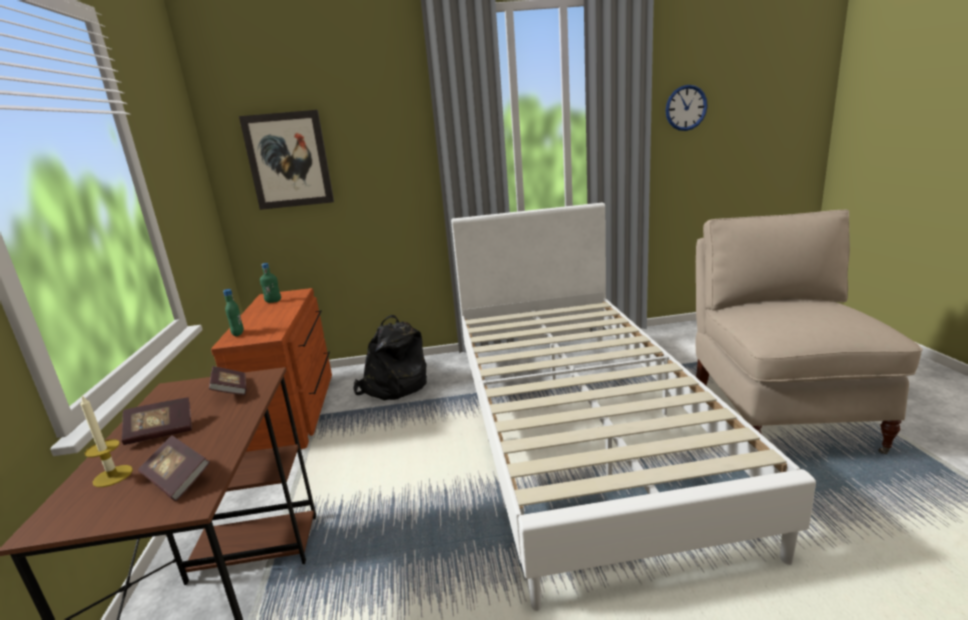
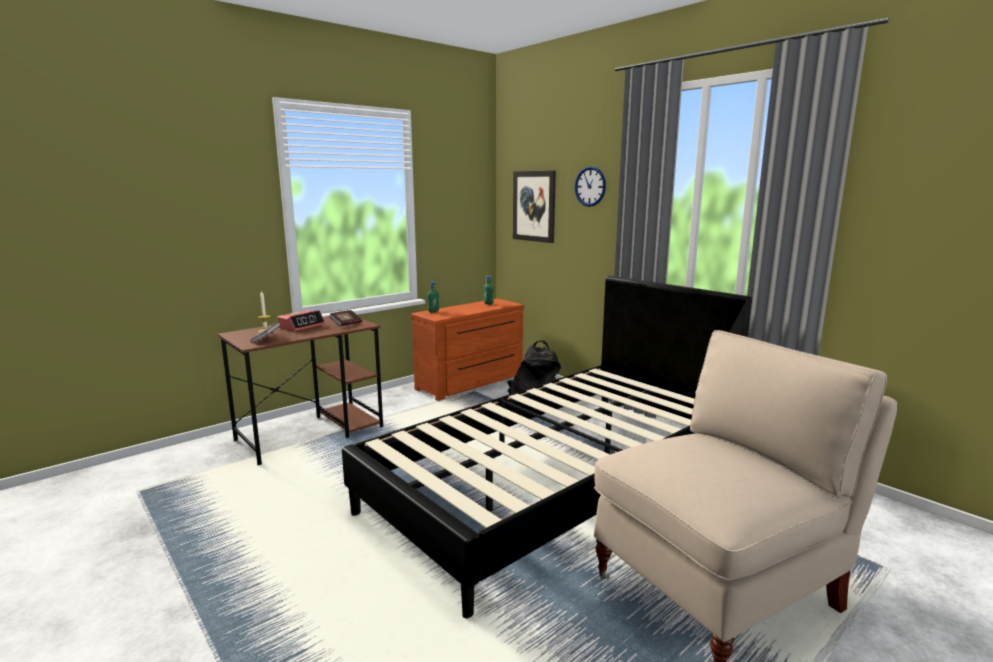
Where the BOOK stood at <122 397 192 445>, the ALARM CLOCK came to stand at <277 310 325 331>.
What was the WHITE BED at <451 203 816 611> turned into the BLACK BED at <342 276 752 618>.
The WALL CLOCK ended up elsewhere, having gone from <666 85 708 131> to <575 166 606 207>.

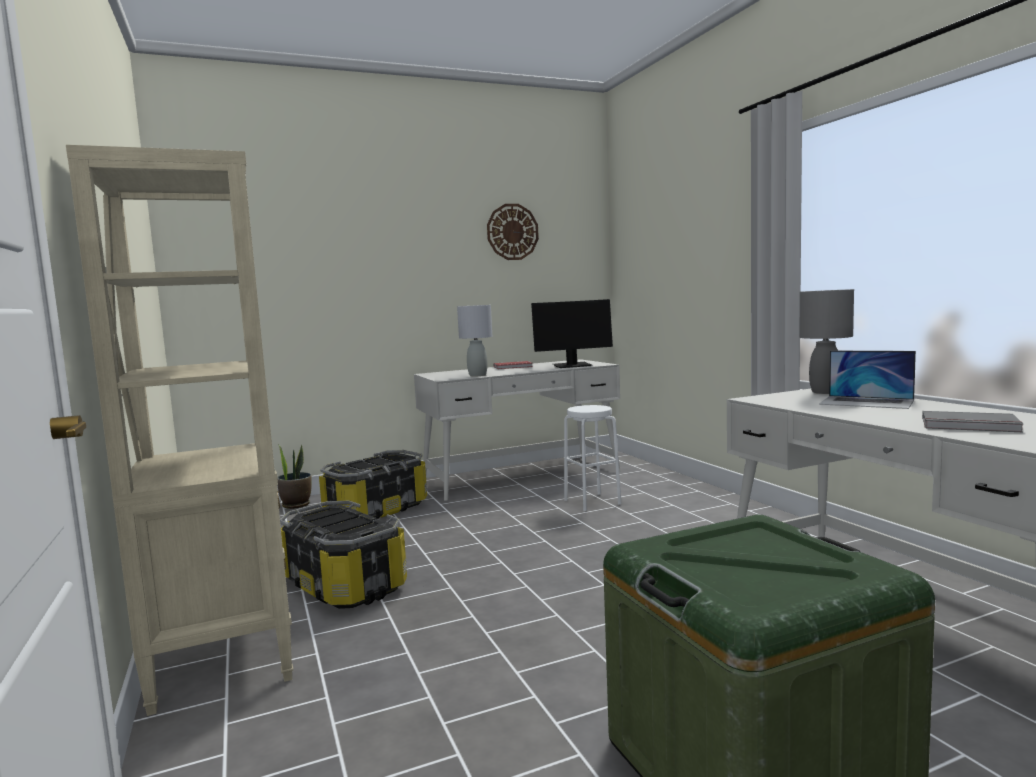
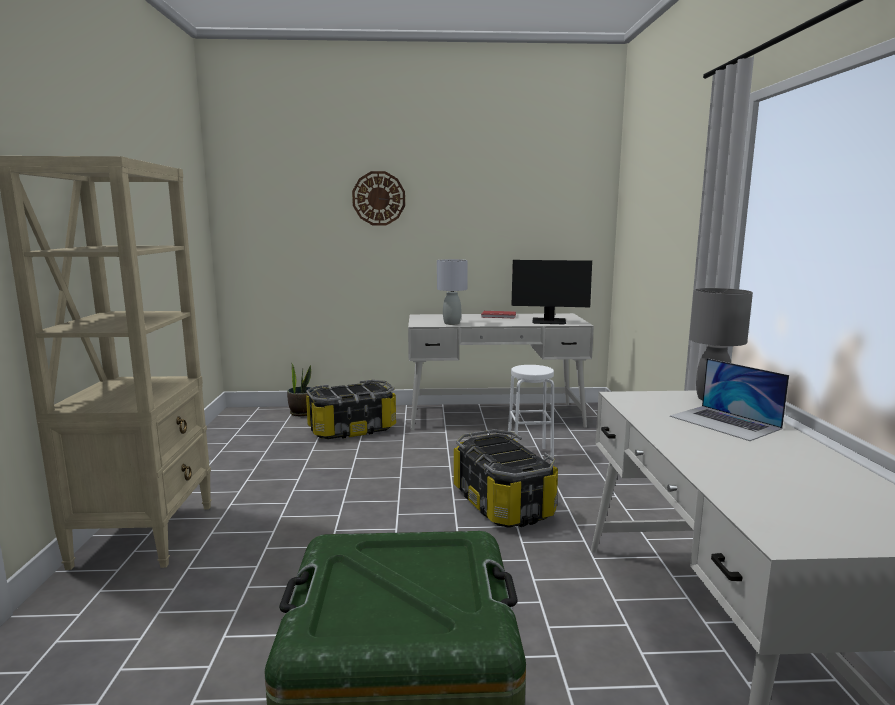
The WALL CLOCK ended up elsewhere, having gone from <487 204 539 260> to <352 171 405 225>.
The STORAGE BOX ended up elsewhere, having gone from <280 501 407 609> to <454 429 558 528>.
The second view lost the GREY BOOK at <922 411 1023 432>.

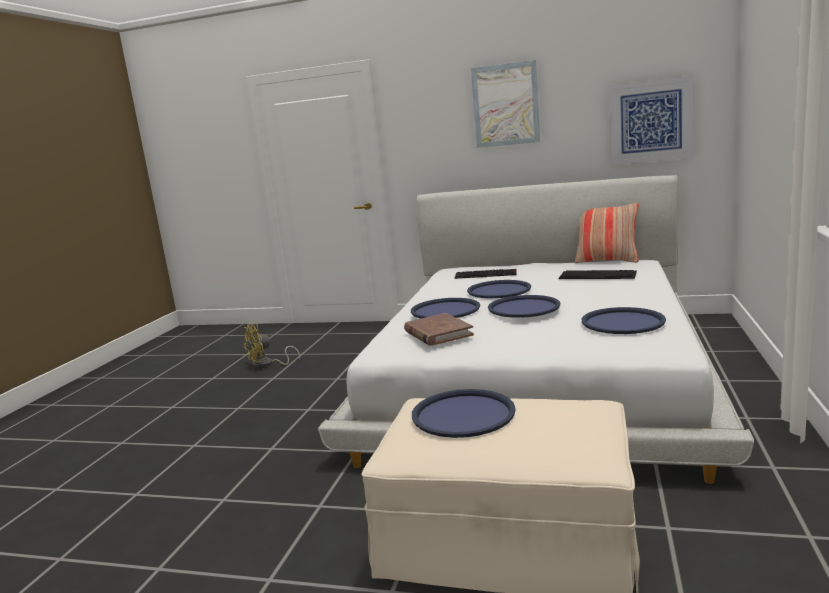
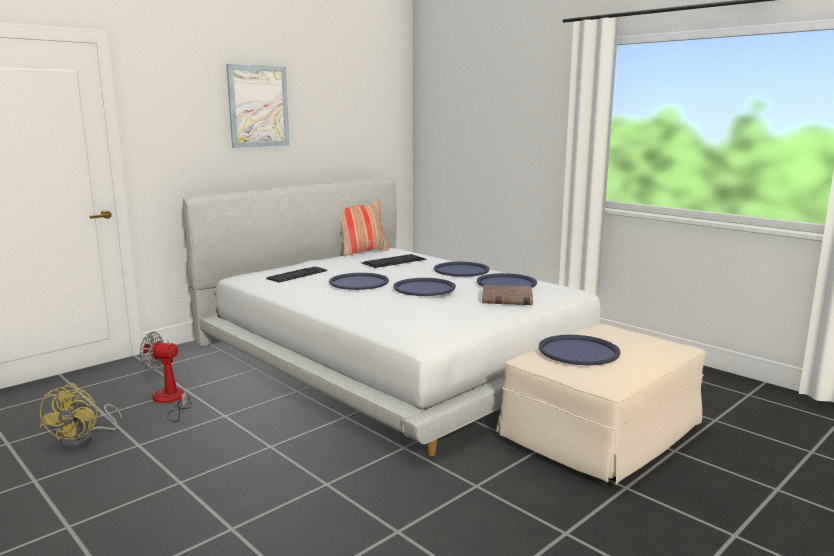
The second view gained the FAN at <140 332 193 422>.
The BLUE TRAY ended up elsewhere, having gone from <411 298 480 319> to <434 262 489 277>.
The BROWN BOOK ended up elsewhere, having gone from <404 313 474 346> to <482 285 533 305>.
The second view lost the PICTURE at <609 76 694 165>.

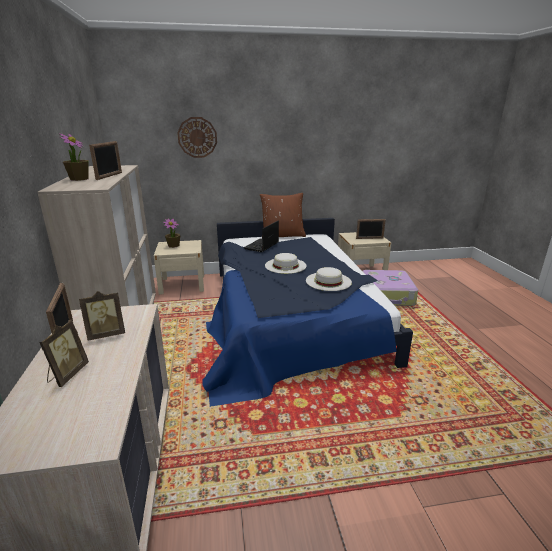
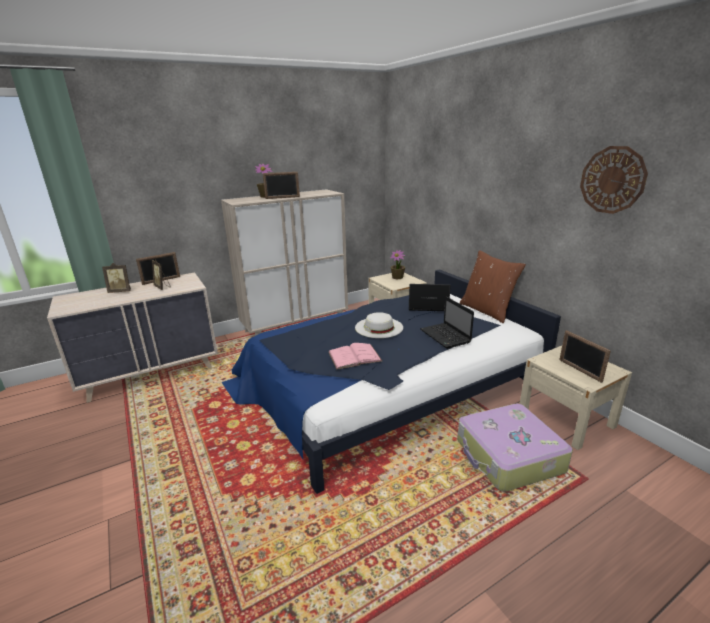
Where the WHITE HAT stood at <306 267 352 291>, the PINK BOOK came to stand at <329 343 382 370>.
The second view gained the LAPTOP at <420 296 474 349>.
The WALL CLOCK ended up elsewhere, having gone from <177 117 217 158> to <580 146 648 214>.

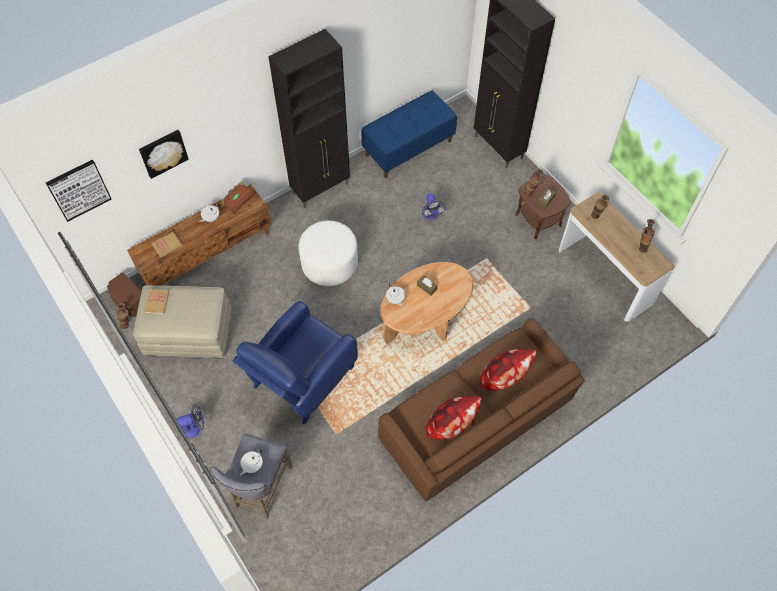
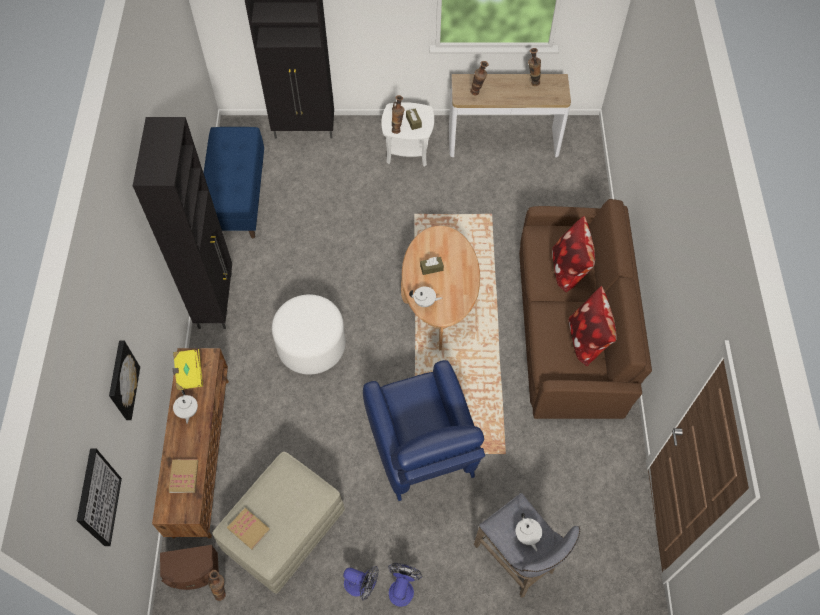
What was the BROWN BOOK at <221 181 254 214> turned into the YELLOW BOOK at <173 349 203 390>.
The FAN ended up elsewhere, having gone from <422 193 446 220> to <343 566 379 601>.
What was the BROWN SIDE TABLE at <515 175 571 239> turned into the WHITE SIDE TABLE at <381 102 434 166>.

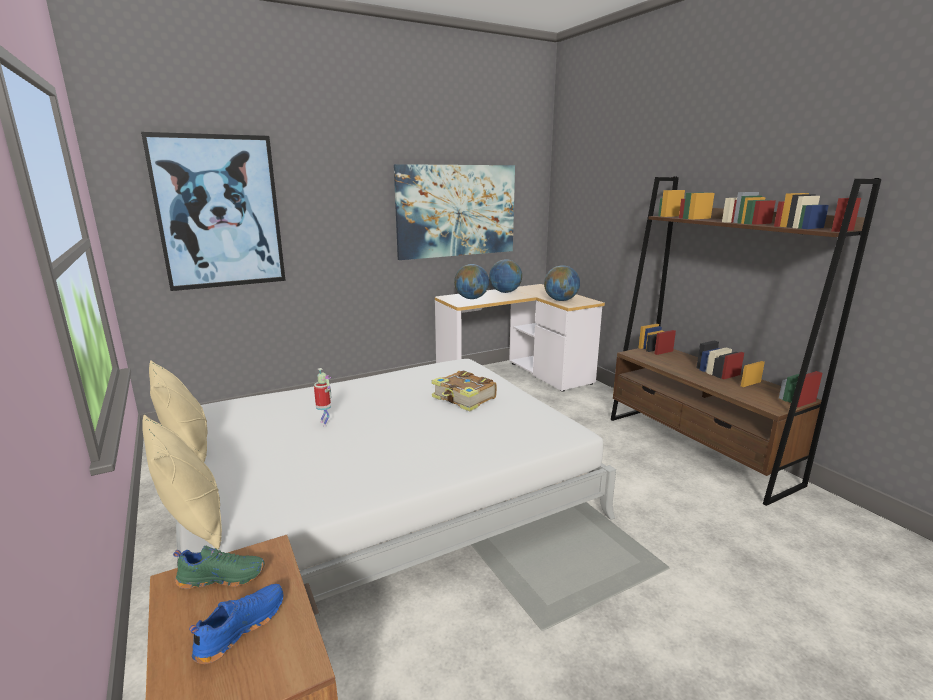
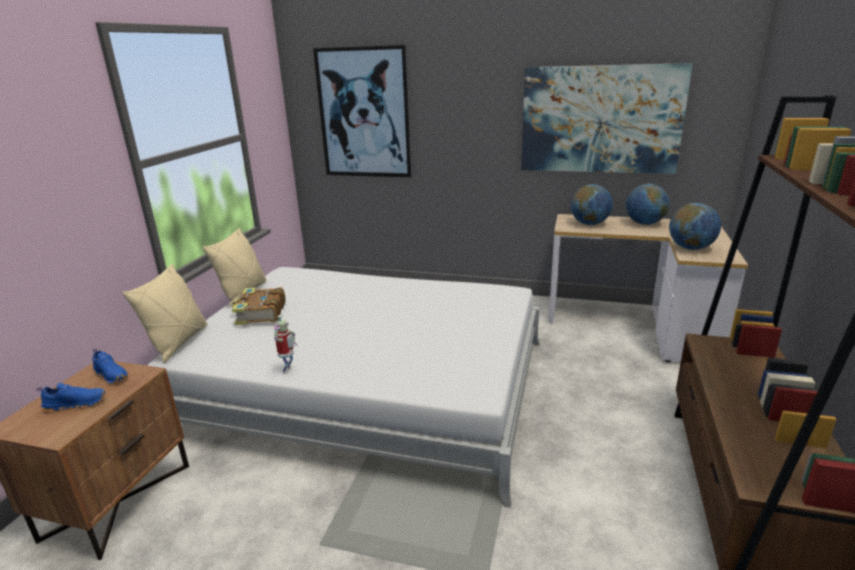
What was the GREEN SHOE at <173 546 265 589> turned into the BLUE SHOE at <93 348 128 384>.
The BOOK ended up elsewhere, having gone from <432 370 497 412> to <230 287 286 325>.
The TOY ROBOT ended up elsewhere, having gone from <314 368 331 427> to <274 315 297 374>.

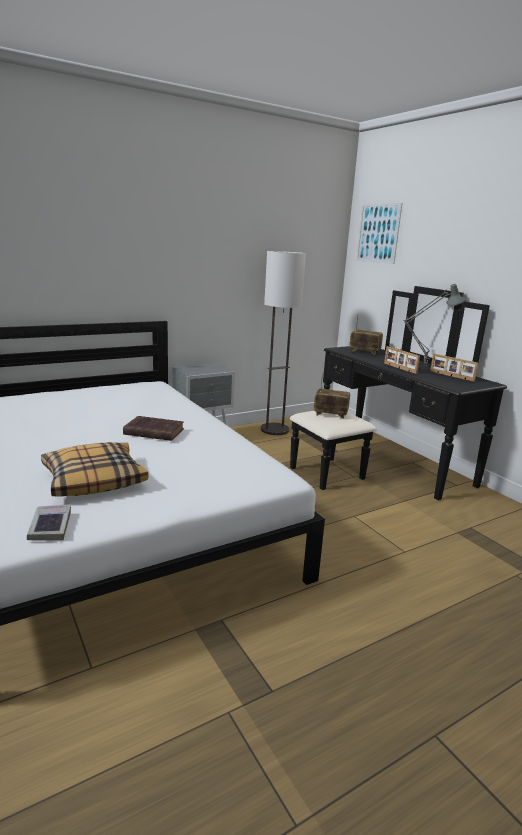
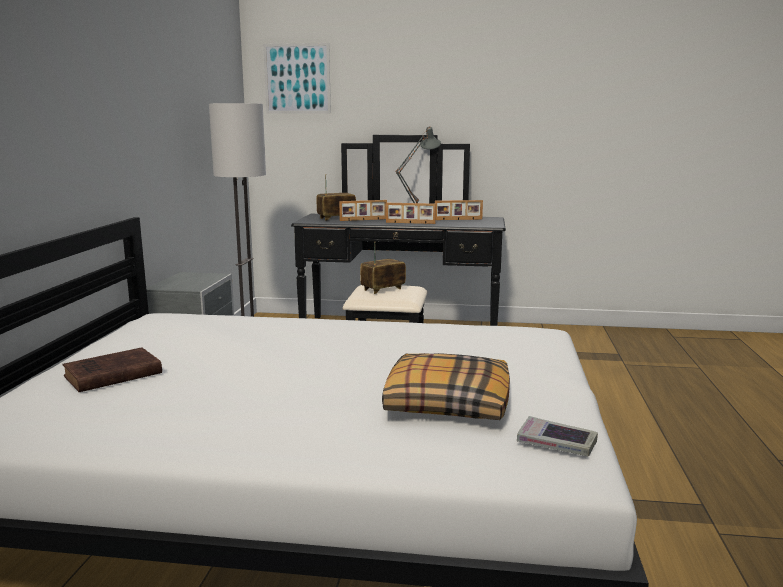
The BROWN BOOK ended up elsewhere, having gone from <123 416 184 441> to <62 347 162 392>.
The second view gained the PICTURE FRAME at <339 200 387 221>.

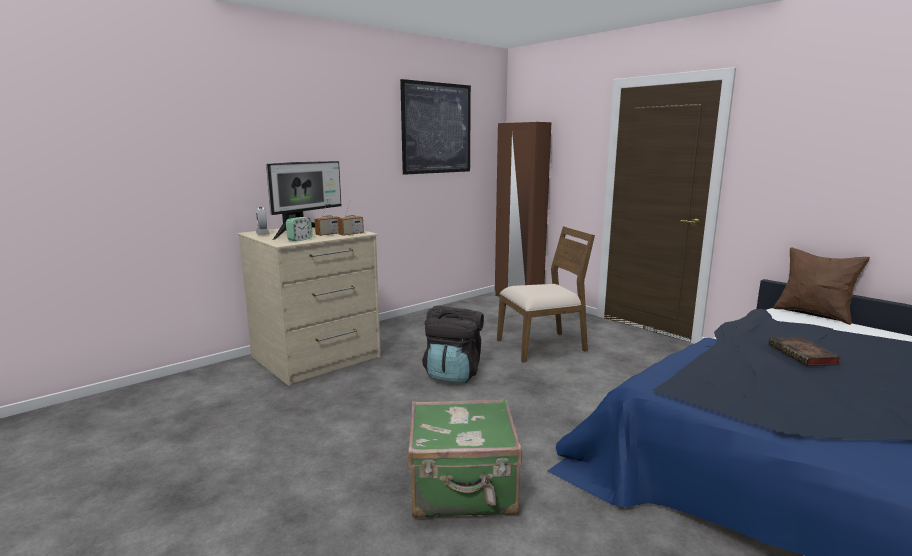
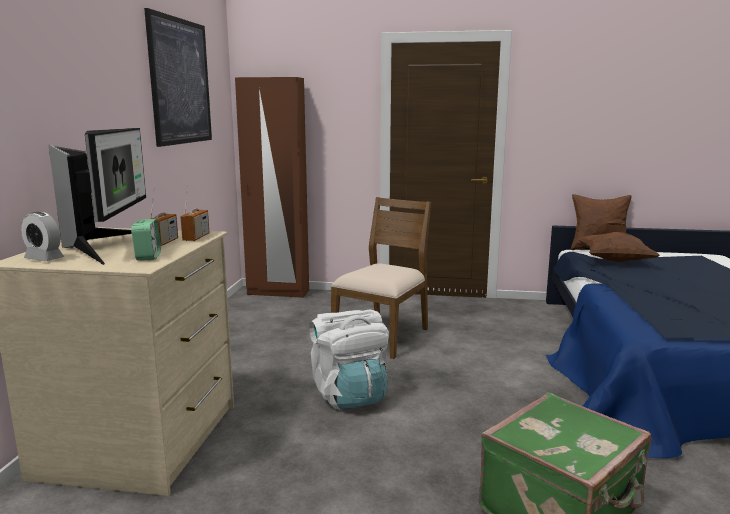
What was the BLACK BACKPACK at <422 305 484 383> turned into the WHITE BACKPACK at <309 310 389 409>.
The second view gained the BROWN PILLOW at <578 232 660 262>.
The second view lost the BOOK at <769 337 842 366>.

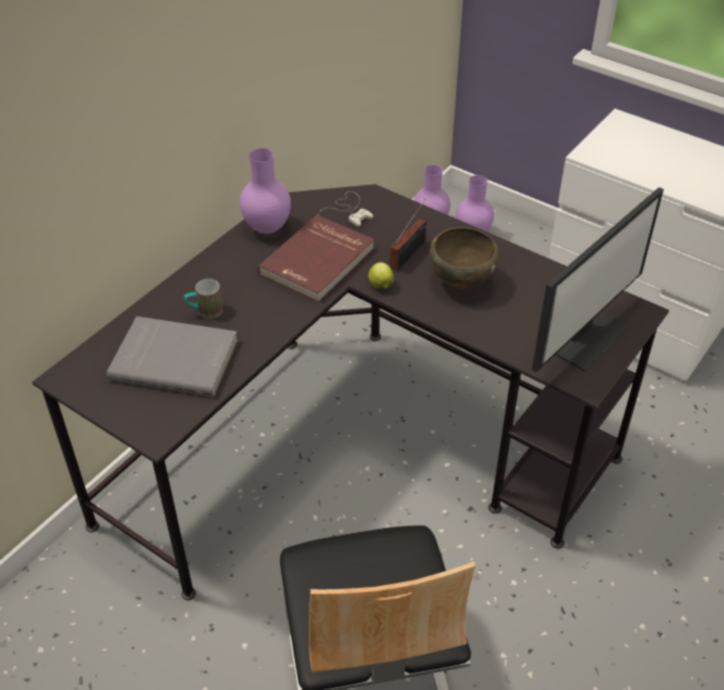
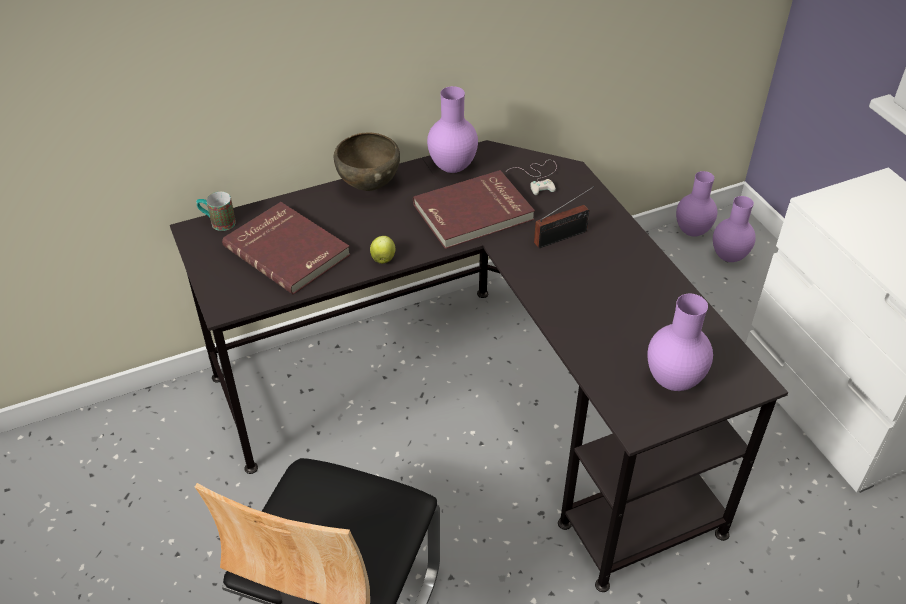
The MUG ended up elsewhere, having gone from <184 279 223 319> to <196 192 236 231>.
What was the GREY BOOK at <107 316 238 397> turned into the RED BOOK at <222 202 350 295>.
The BROWN BOWL ended up elsewhere, having gone from <429 228 499 288> to <334 132 400 191>.
The APPLE ended up elsewhere, having gone from <368 262 394 289> to <370 236 395 264>.
Where the MONITOR stood at <532 187 664 372>, the PURPLE VASE came to stand at <647 294 713 391>.

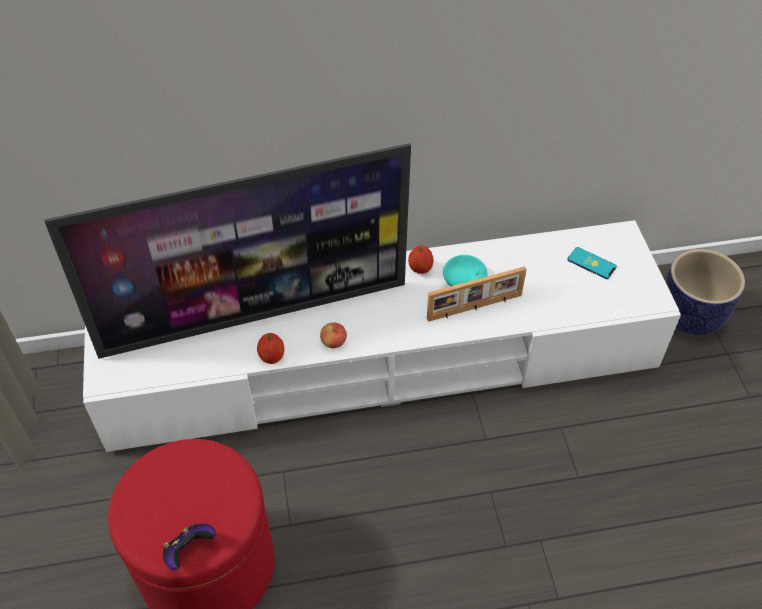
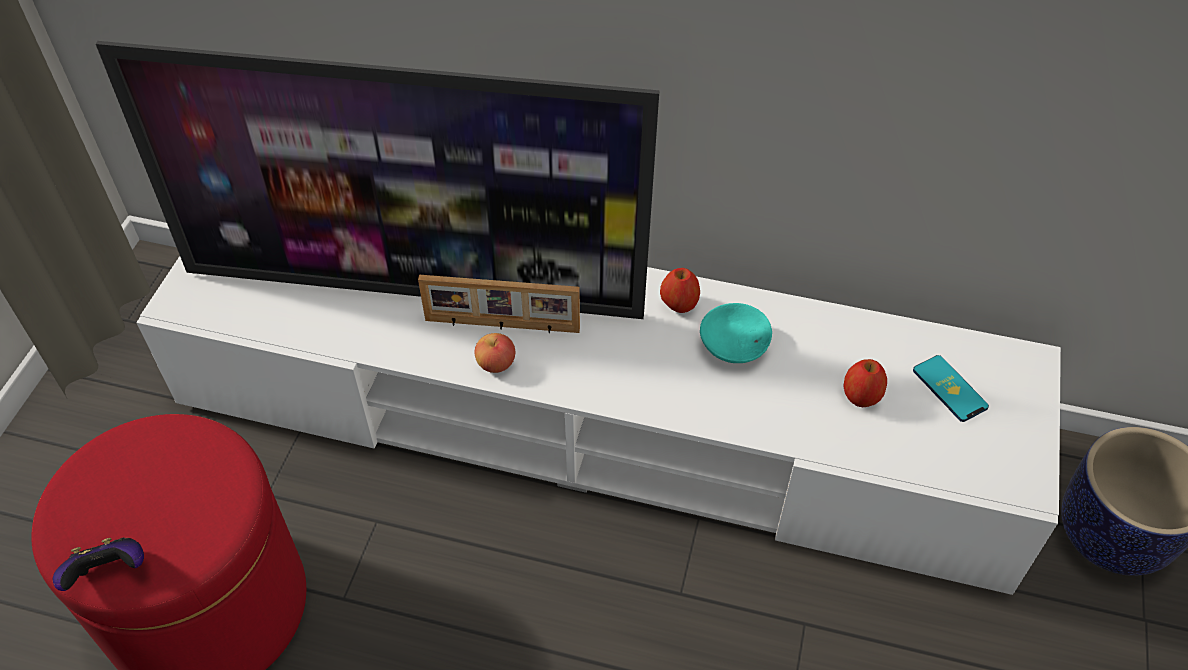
The PICTURE FRAME ended up elsewhere, having gone from <427 266 527 322> to <418 275 580 333>.
The APPLE ended up elsewhere, having gone from <257 333 284 364> to <843 359 887 407>.

